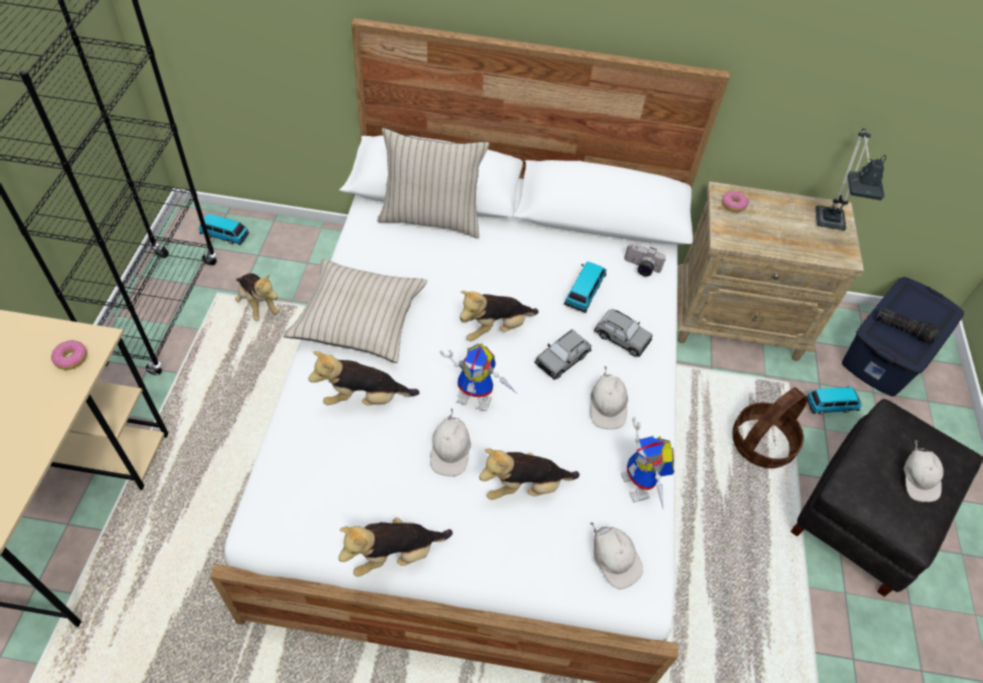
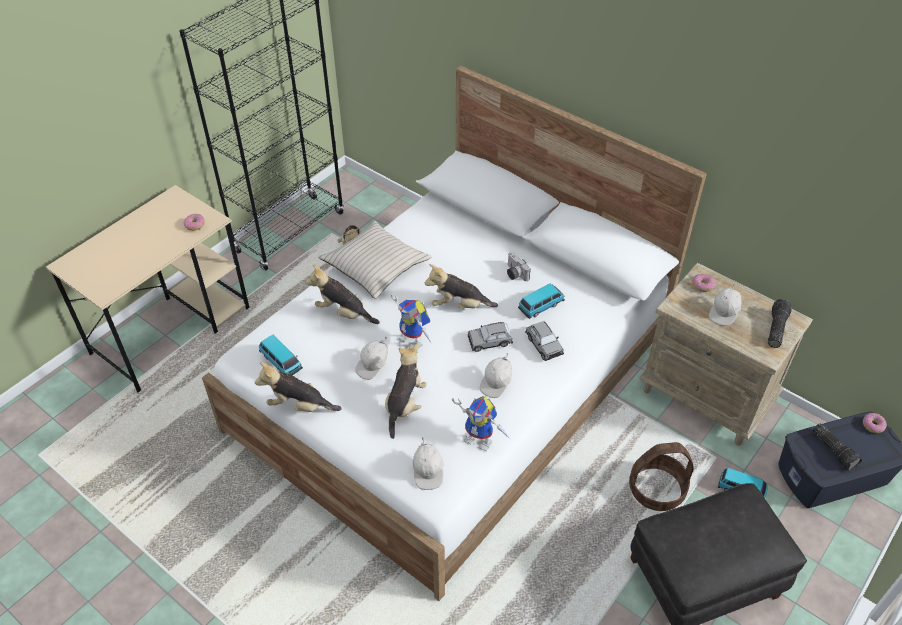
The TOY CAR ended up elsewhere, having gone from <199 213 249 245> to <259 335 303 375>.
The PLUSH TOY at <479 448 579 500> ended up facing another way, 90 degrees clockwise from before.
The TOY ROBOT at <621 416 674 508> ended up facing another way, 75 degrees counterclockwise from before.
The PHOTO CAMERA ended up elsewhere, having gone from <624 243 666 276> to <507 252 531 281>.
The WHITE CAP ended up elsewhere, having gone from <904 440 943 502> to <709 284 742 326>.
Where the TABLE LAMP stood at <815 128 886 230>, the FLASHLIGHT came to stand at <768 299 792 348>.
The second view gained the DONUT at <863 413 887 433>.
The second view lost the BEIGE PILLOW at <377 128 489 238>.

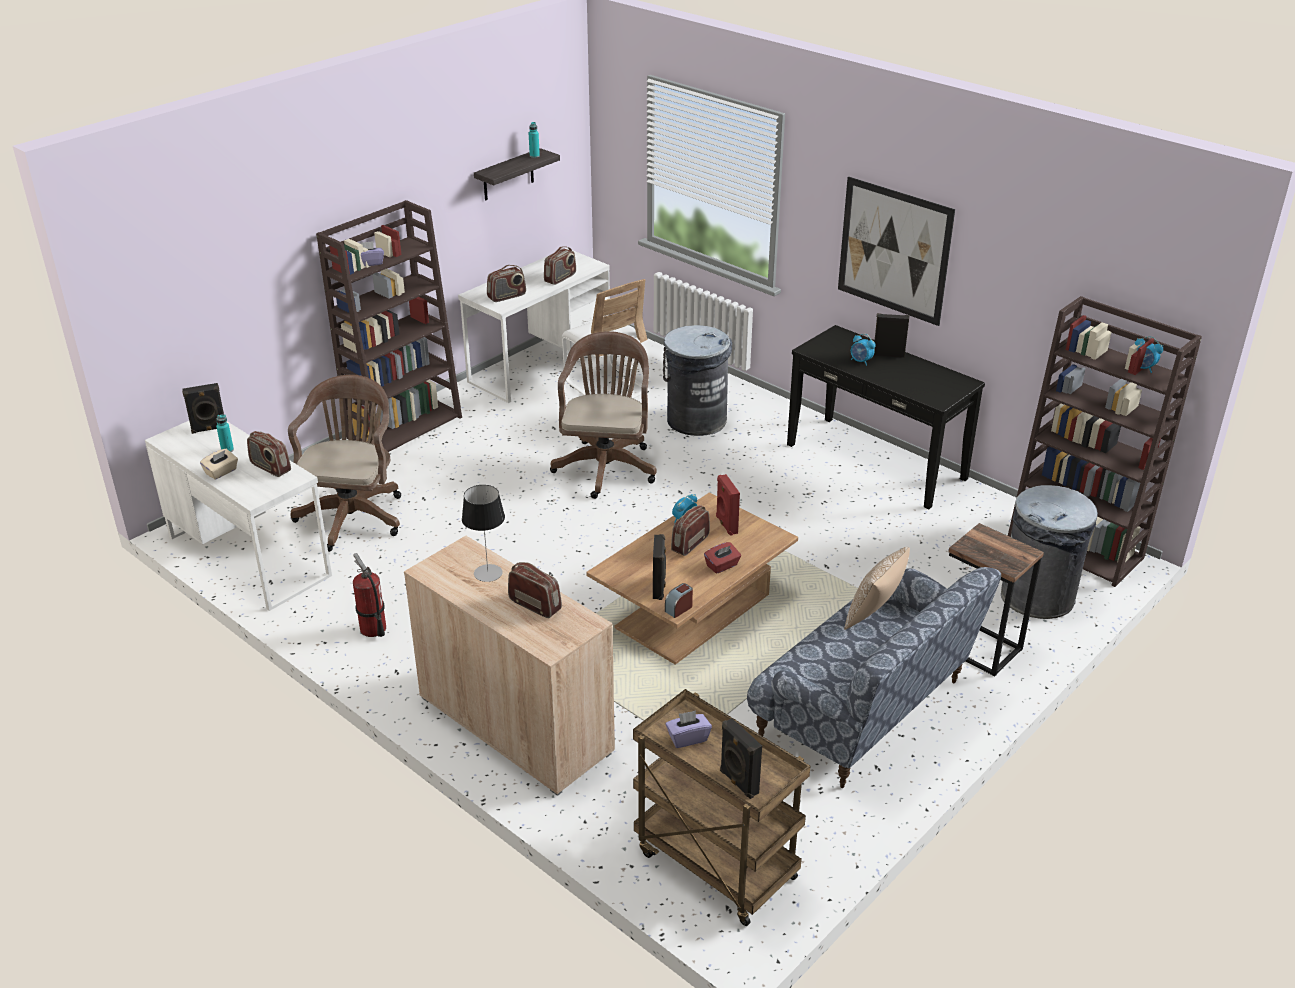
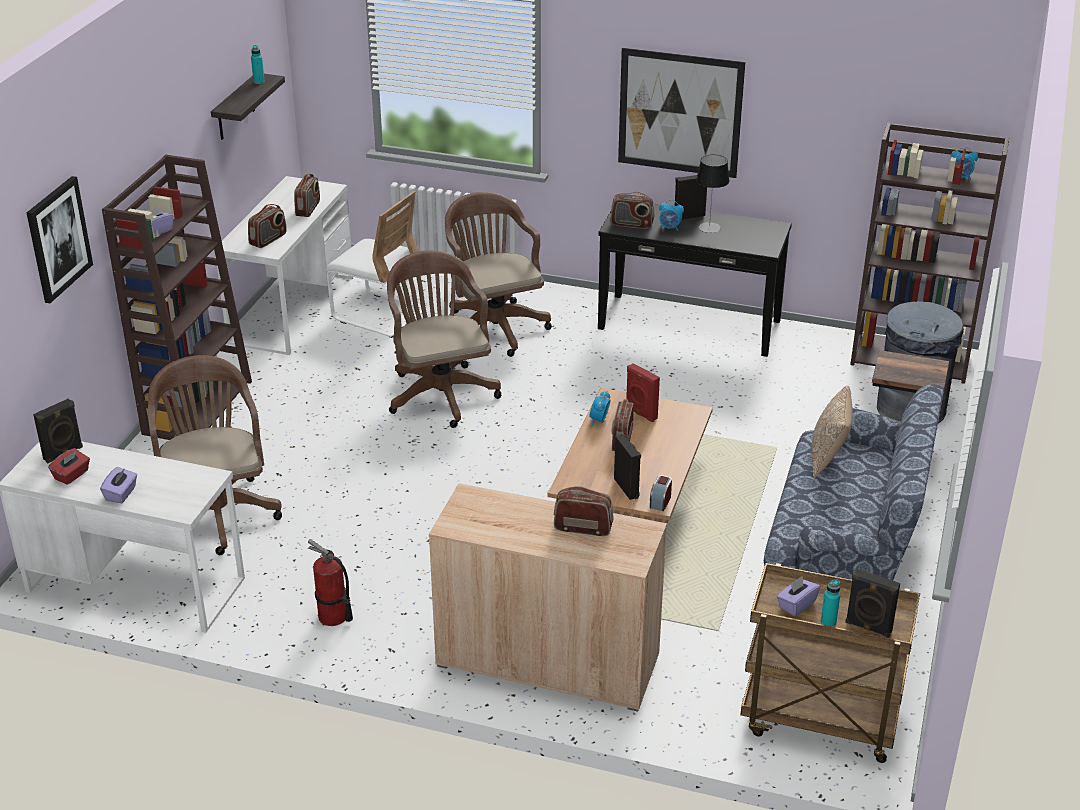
The second view gained the PICTURE at <27 176 93 303>.
The RED TISSUE BOX ended up elsewhere, having gone from <704 542 741 574> to <48 448 90 485>.
What was the BEIGE TISSUE BOX at <200 449 238 480> turned into the PURPLE TISSUE BOX at <100 467 137 503>.
Where the GREY TRASH CAN stood at <663 325 732 436>, the BROWN OFFICE CHAIR came to stand at <445 192 552 357>.
The RADIO ended up elsewhere, having gone from <247 431 291 477> to <611 192 654 229>.
The TABLE LAMP ended up elsewhere, having gone from <462 485 505 582> to <696 154 729 233>.
The TURQUOISE BOTTLE ended up elsewhere, having gone from <216 414 234 452> to <821 579 841 627>.

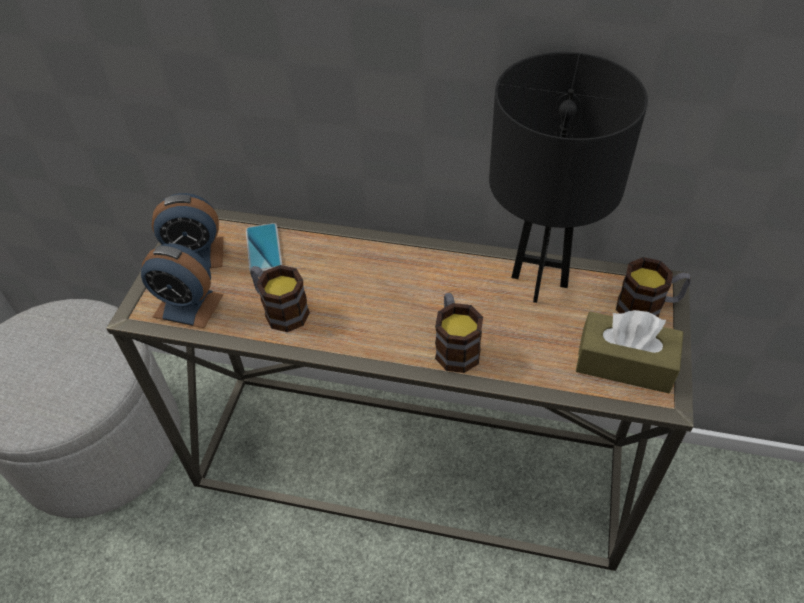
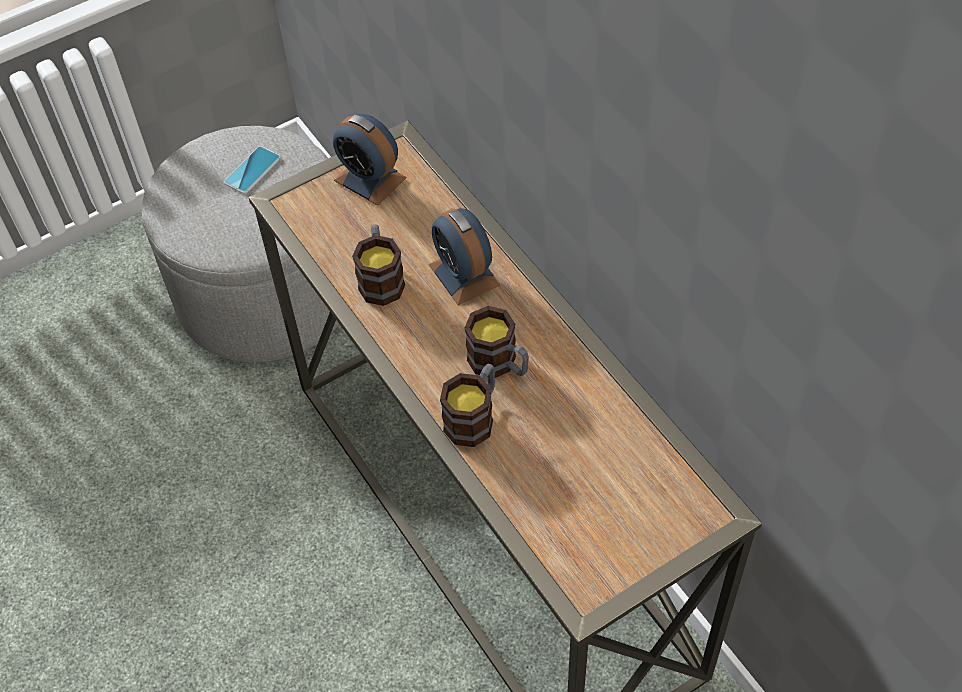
The PHONE ended up elsewhere, having gone from <246 223 282 272> to <224 146 281 194>.
The ALARM CLOCK ended up elsewhere, having gone from <141 243 223 328> to <429 208 500 305>.
The MUG ended up elsewhere, having gone from <616 257 691 318> to <465 306 529 378>.
The second view lost the BLACK TABLE LAMP at <489 52 648 303>.
The second view lost the BROWN TISSUE BOX at <576 310 684 393>.

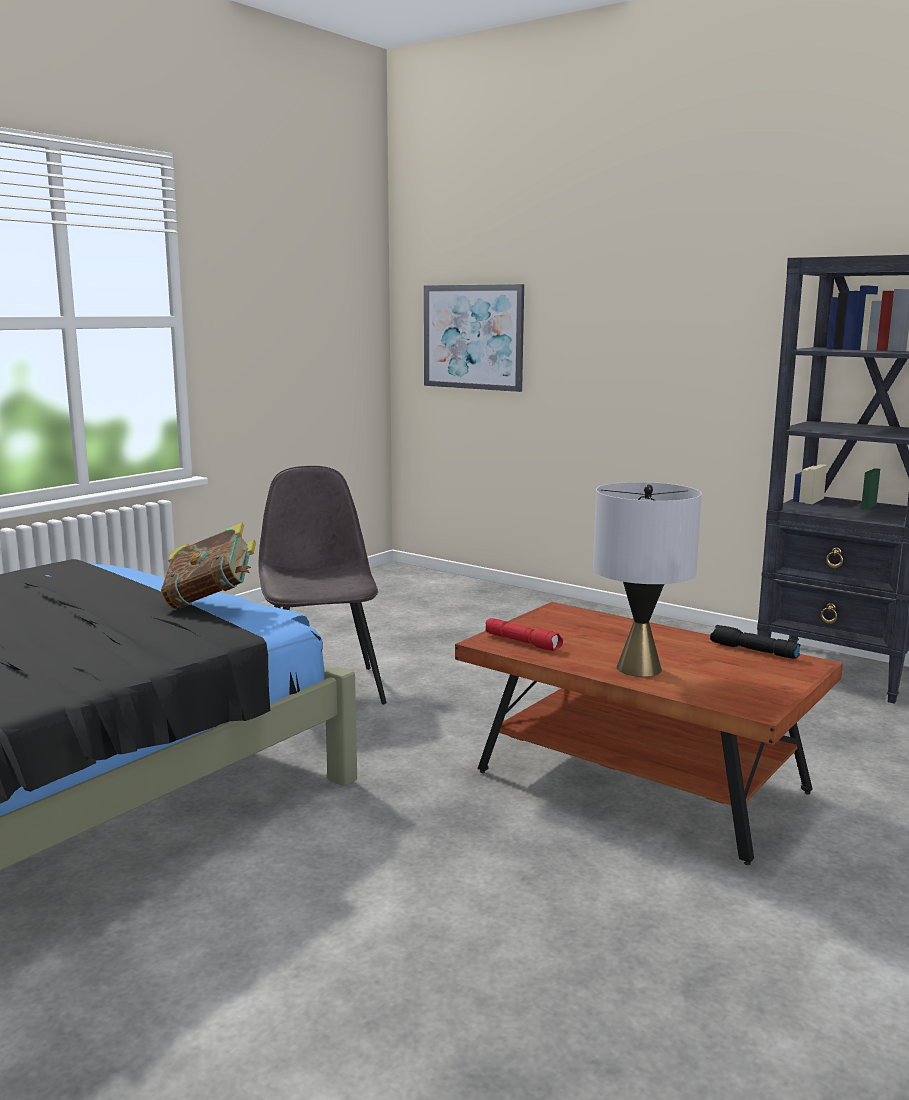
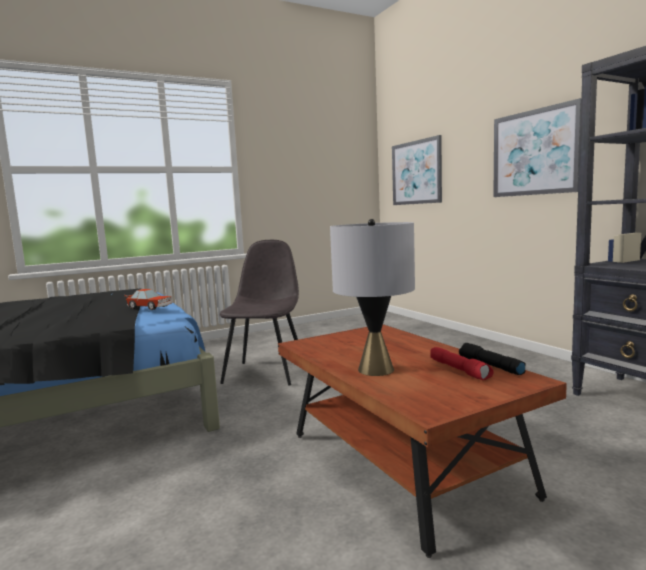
Where the BOOK stood at <161 522 256 609>, the TOY CAR came to stand at <125 289 172 310>.
The RED FLASHLIGHT ended up elsewhere, having gone from <485 618 563 651> to <431 347 494 380>.
The second view gained the PICTURE at <493 98 581 197>.

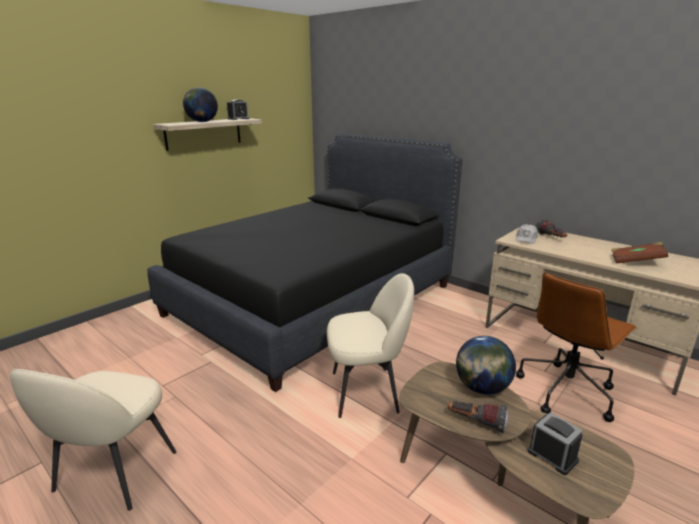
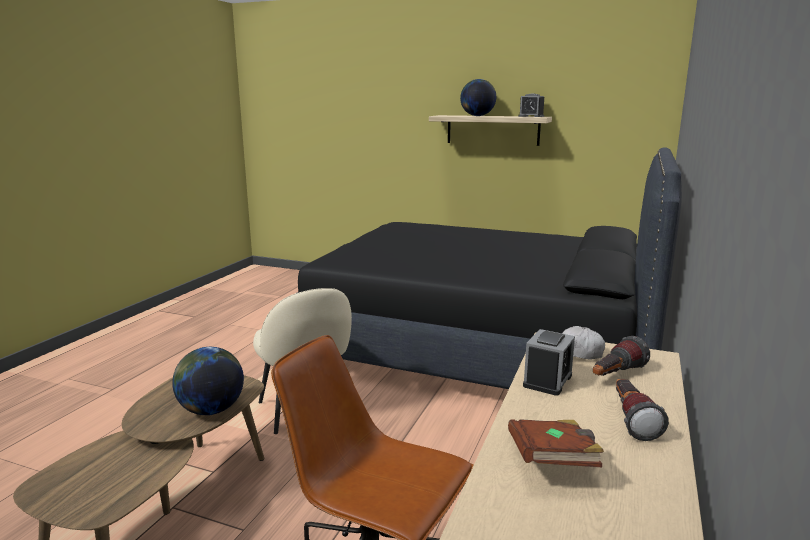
The ALARM CLOCK ended up elsewhere, having gone from <528 412 583 475> to <523 329 575 395>.
The FLASHLIGHT ended up elsewhere, having gone from <448 401 508 433> to <616 379 669 441>.
The second view lost the BEIGE CHAIR at <10 369 177 511>.

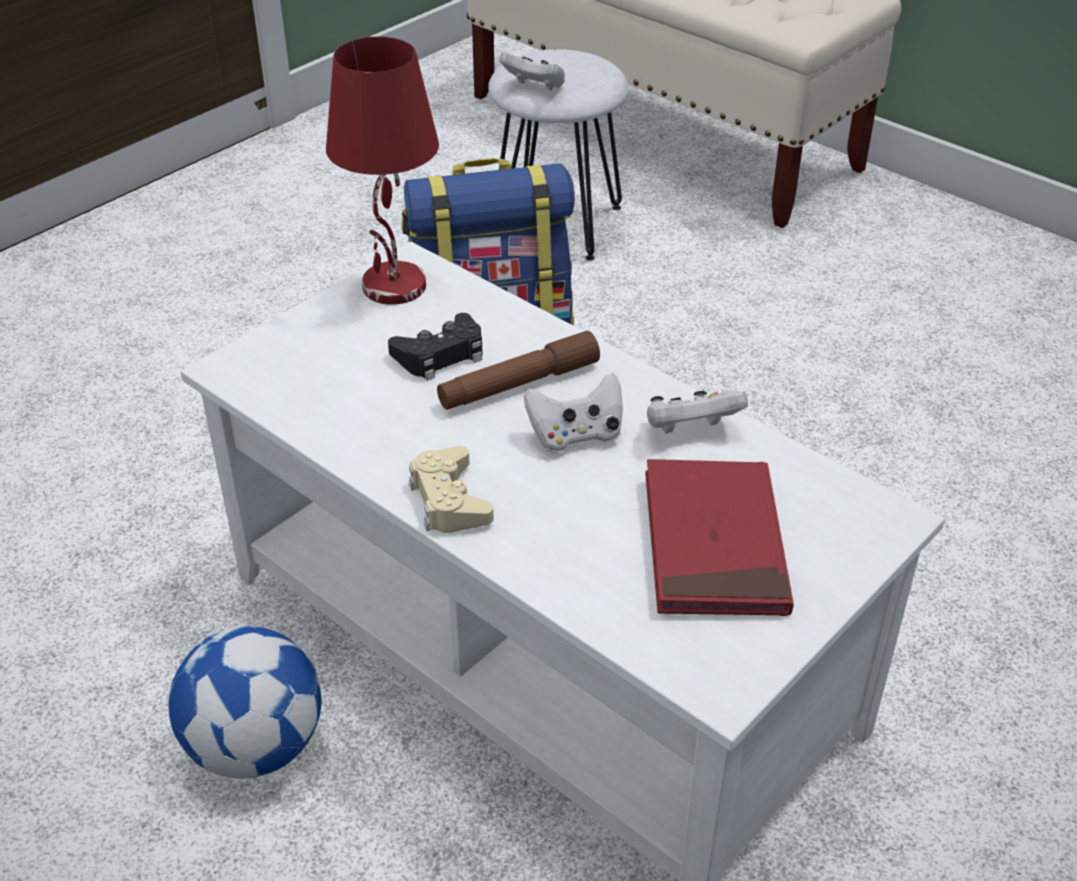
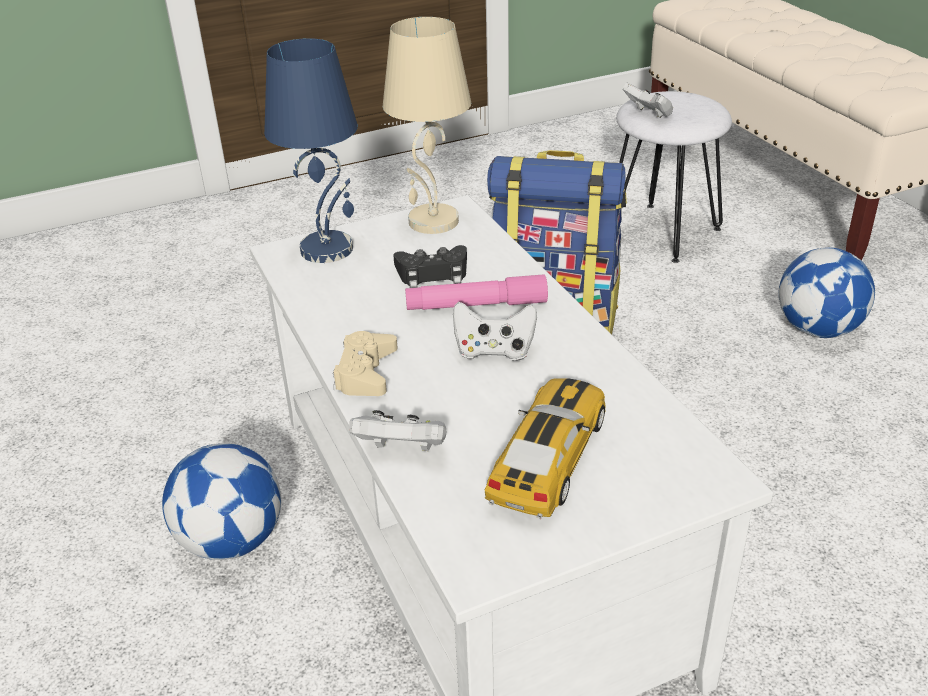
The second view gained the BLUE TABLE LAMP at <264 38 358 263>.
The WHITE GAME CONTROLLER ended up elsewhere, having gone from <647 390 748 434> to <349 410 446 451>.
What was the RED TABLE LAMP at <326 37 439 305> turned into the BEIGE TABLE LAMP at <383 17 471 234>.
What was the BROWN FLASHLIGHT at <437 331 600 410> turned into the PINK FLASHLIGHT at <405 274 548 310>.
Where the RED BOOK stood at <645 459 794 616>, the TOY CAR came to stand at <485 378 606 519>.
The second view gained the FOOTBALL at <778 247 875 338>.

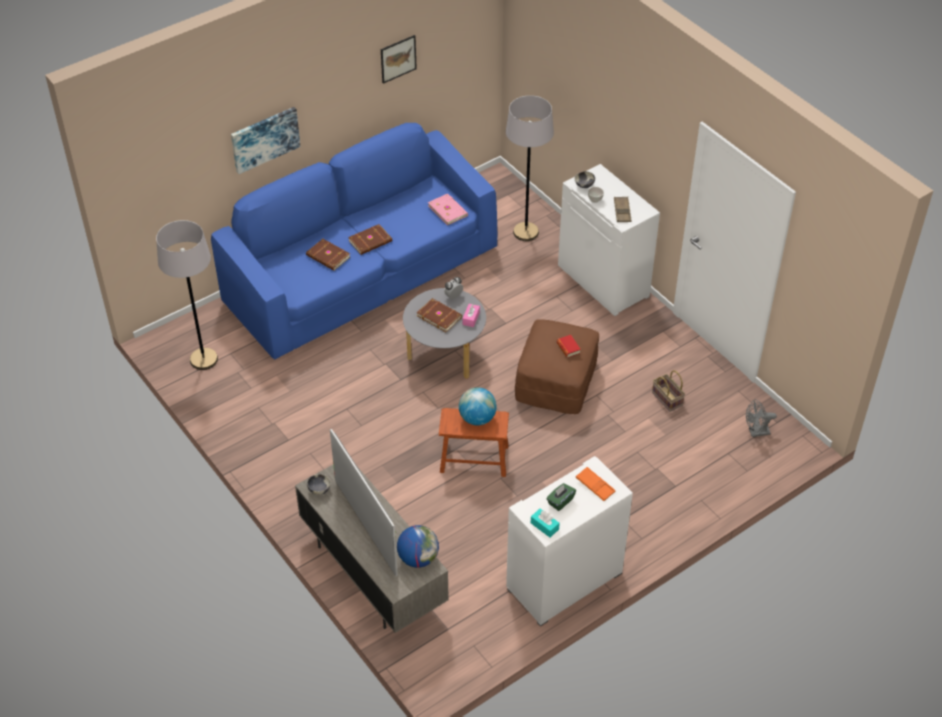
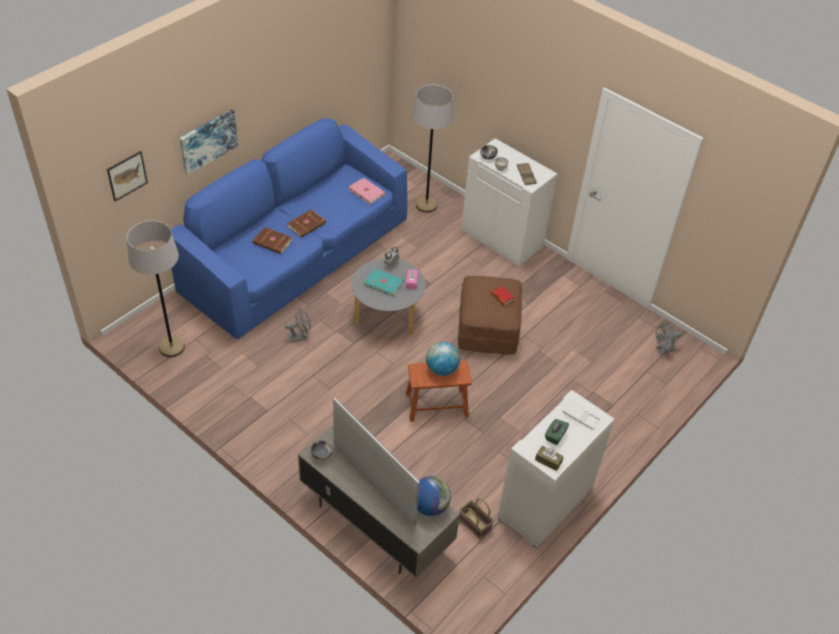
The PICTURE ended up elsewhere, having gone from <381 35 417 84> to <107 151 148 201>.
The second view gained the GREY FAN at <285 308 311 342>.
What was the BROWN BOOK at <416 298 462 332> turned into the TURQUOISE BOOK at <364 268 404 297>.
The BASKET ended up elsewhere, having gone from <652 370 685 412> to <459 498 494 539>.
What was the TURQUOISE TISSUE BOX at <531 509 560 537> turned into the BROWN TISSUE BOX at <535 445 564 471>.
What was the ORANGE TRAY at <576 467 615 501> turned into the WHITE TRAY at <563 401 600 430>.

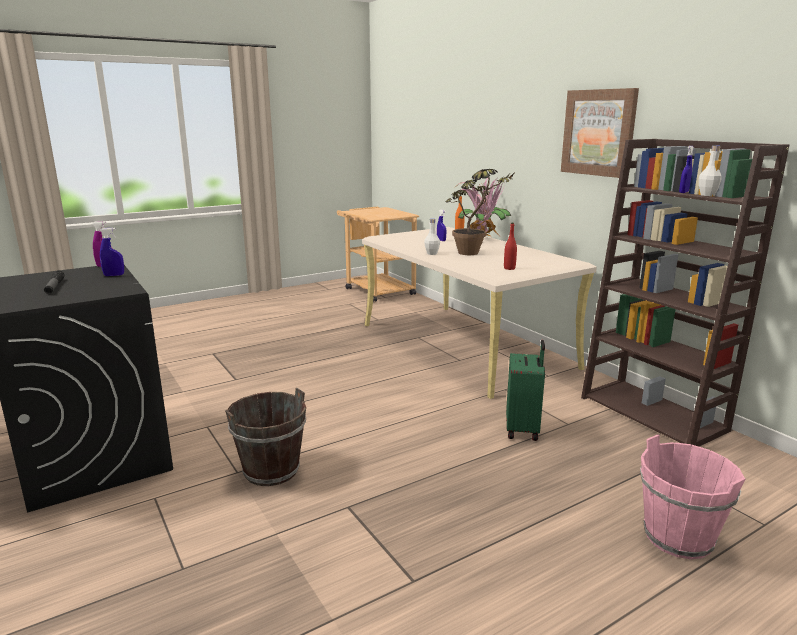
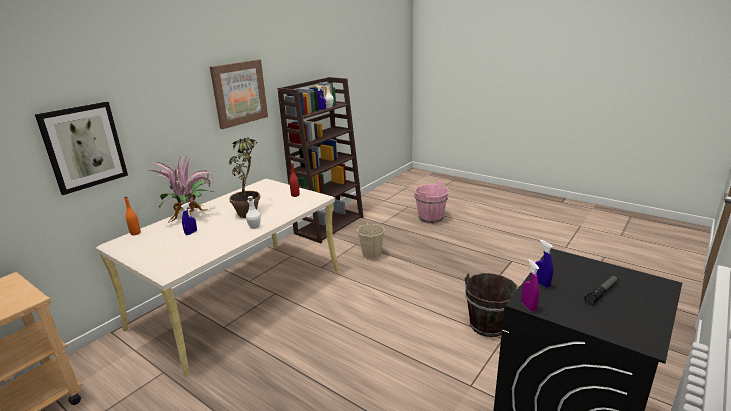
The second view gained the PICTURE at <35 102 128 195>.
Where the GREEN SUITCASE stood at <506 340 545 441>, the BEIGE BUCKET came to stand at <357 223 385 260>.

